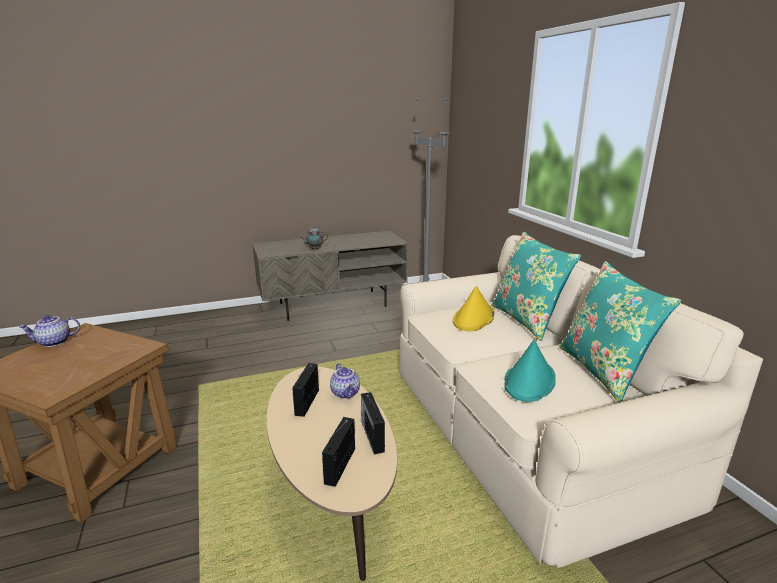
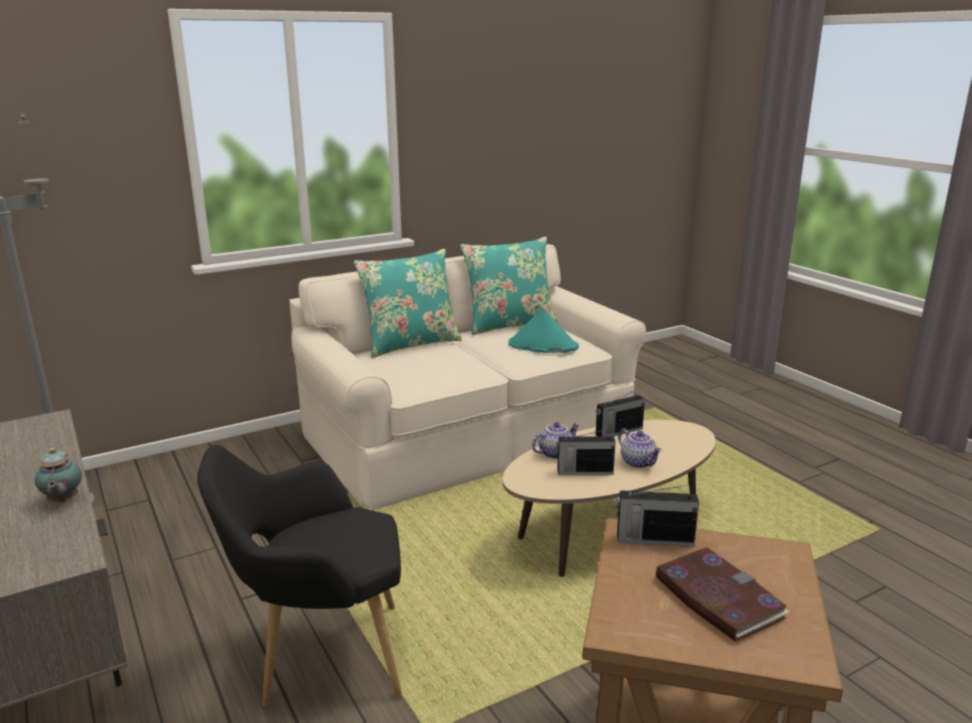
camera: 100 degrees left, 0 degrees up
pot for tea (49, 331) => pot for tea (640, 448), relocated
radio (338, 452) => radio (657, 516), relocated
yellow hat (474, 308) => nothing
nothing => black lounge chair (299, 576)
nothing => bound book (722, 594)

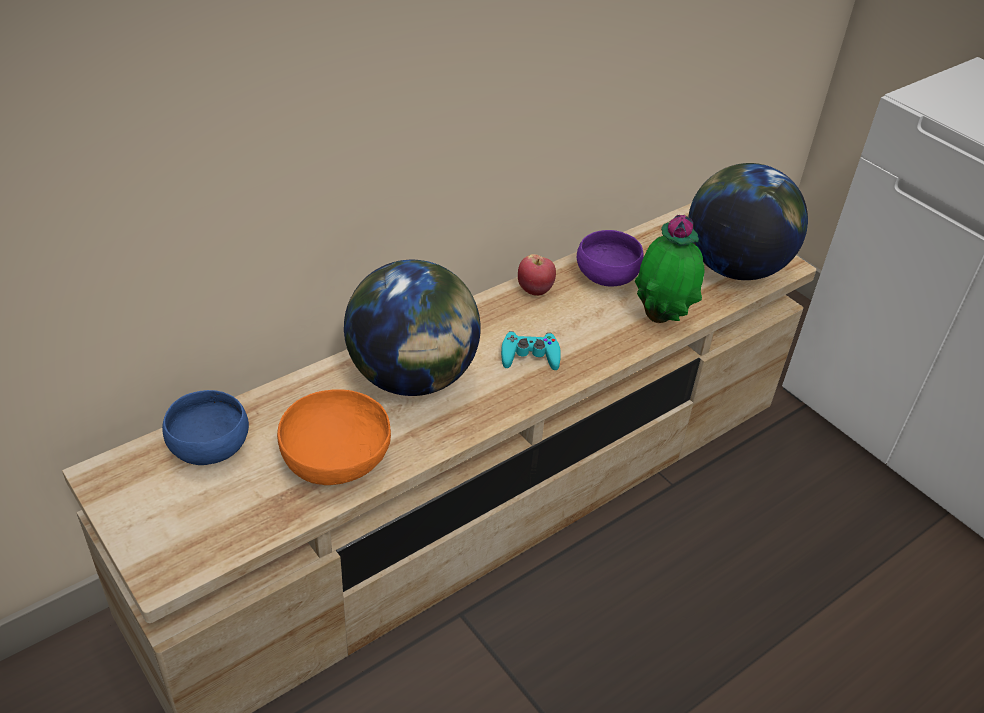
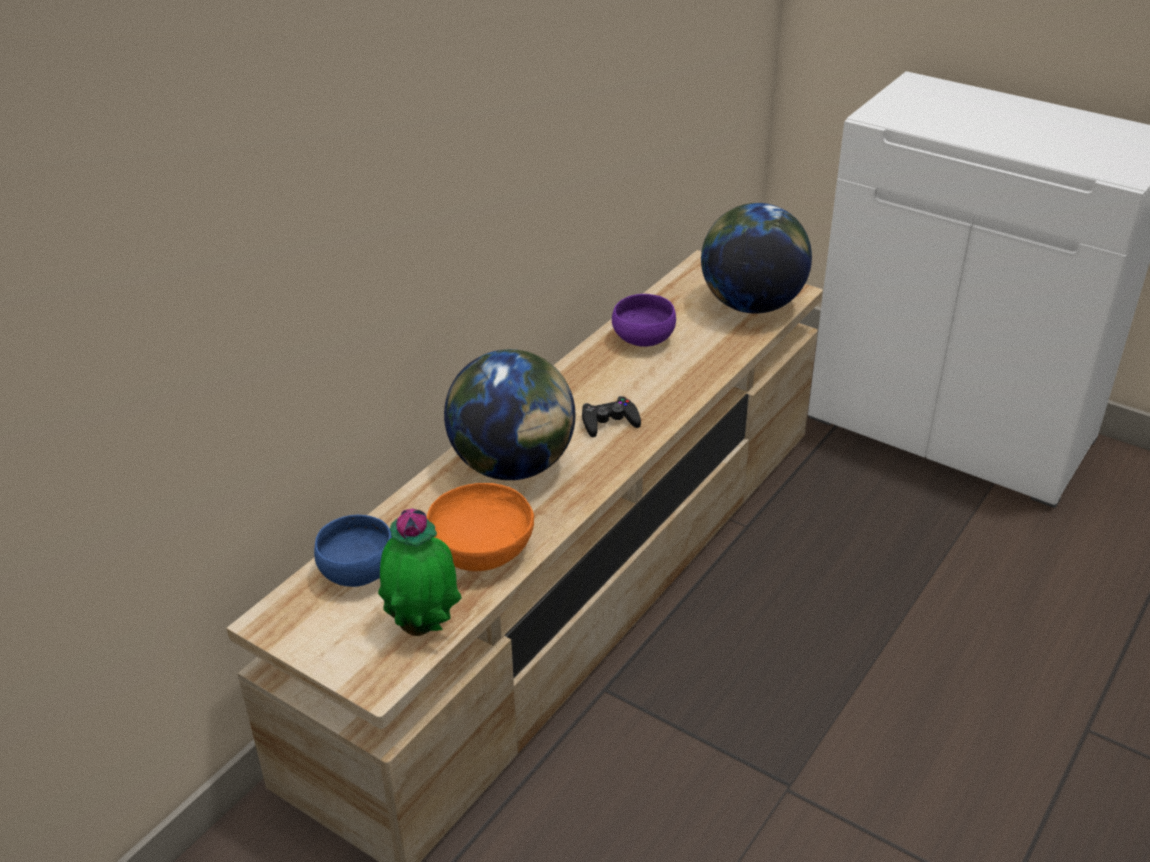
camera: 15 degrees left, 5 degrees down
turquoise gamepad (531, 350) => black gamepad (611, 416)
whole apple (537, 275) => nothing
houseplant (670, 269) => houseplant (420, 572), relocated

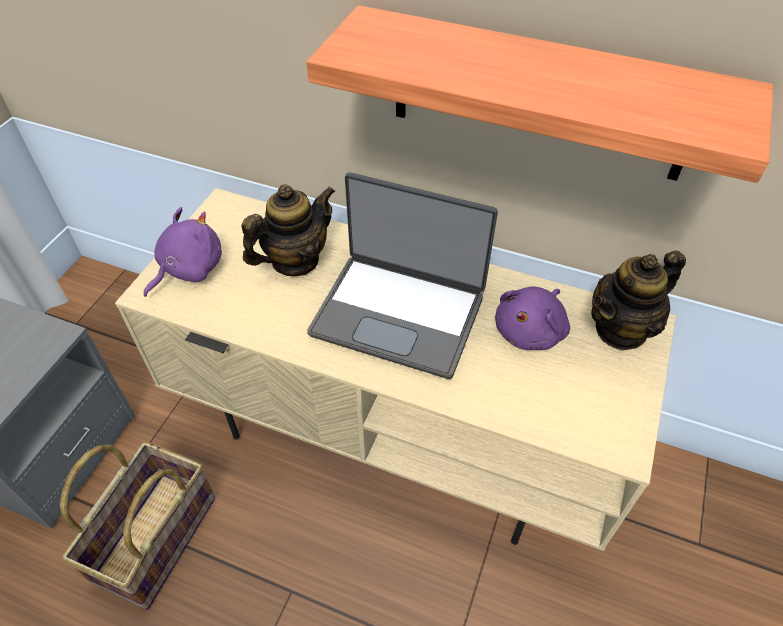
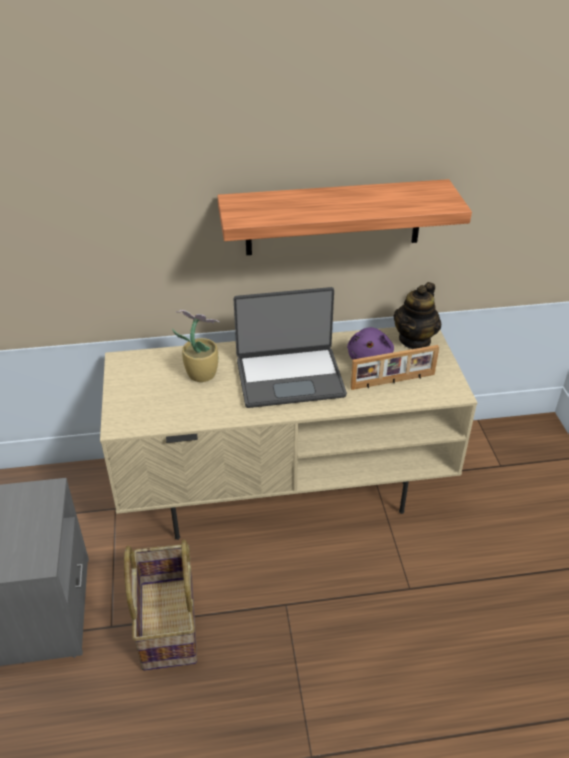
camera: 30 degrees left, 10 degrees down
purplish plush toy (183, 252) => nothing
pot for tea (288, 230) => houseplant (196, 346)
nothing => picture frame (394, 367)

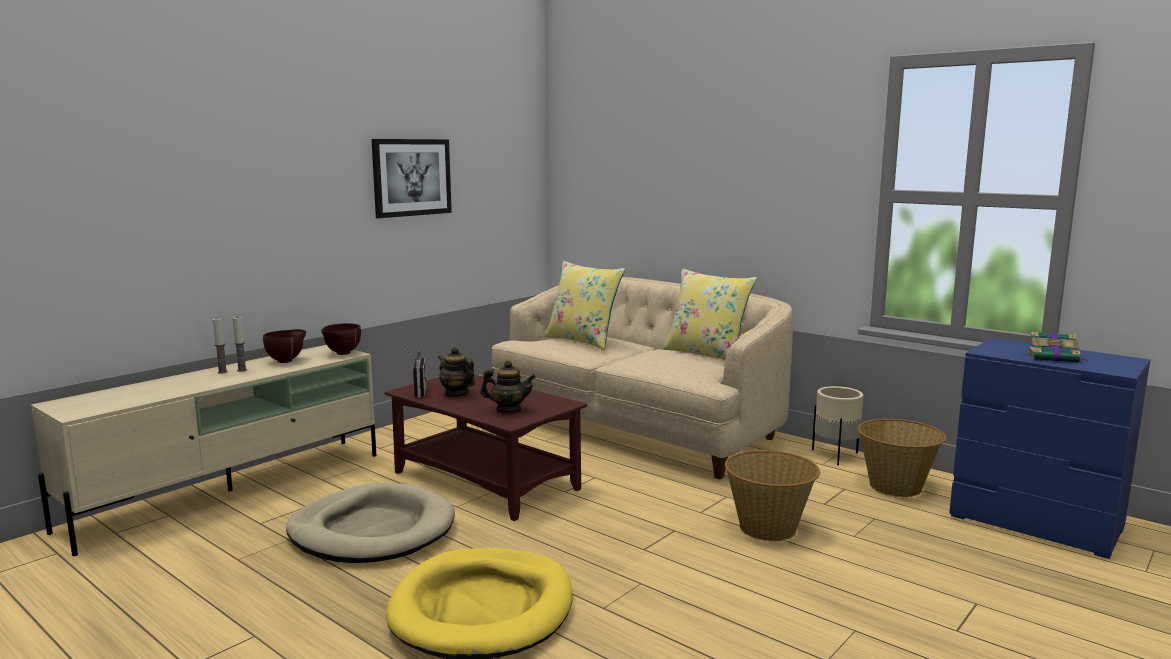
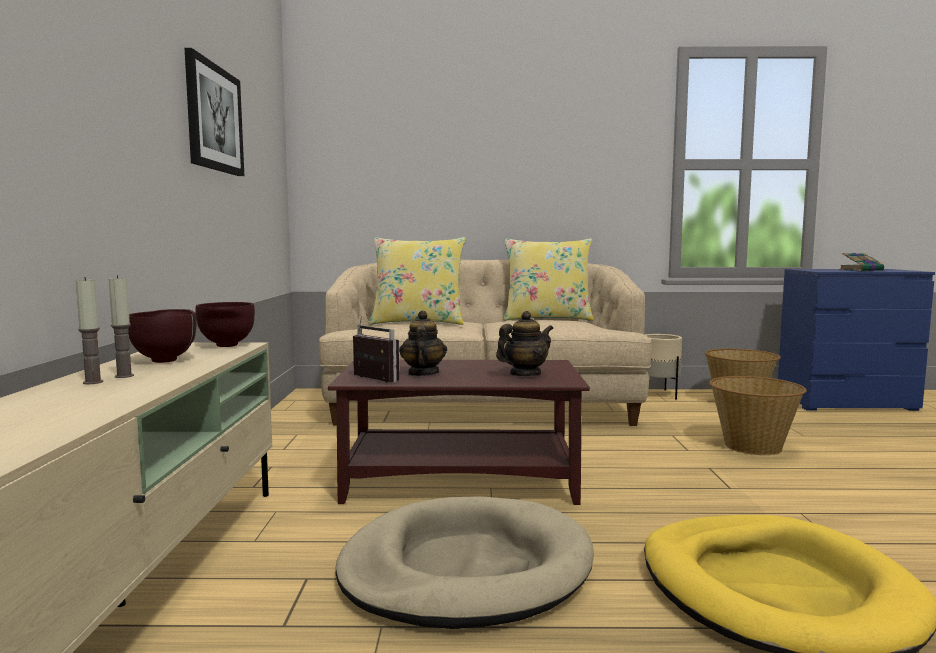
camera: 40 degrees left, 5 degrees down
pot for tea (456, 372) => pot for tea (423, 343), 90 degrees clockwise

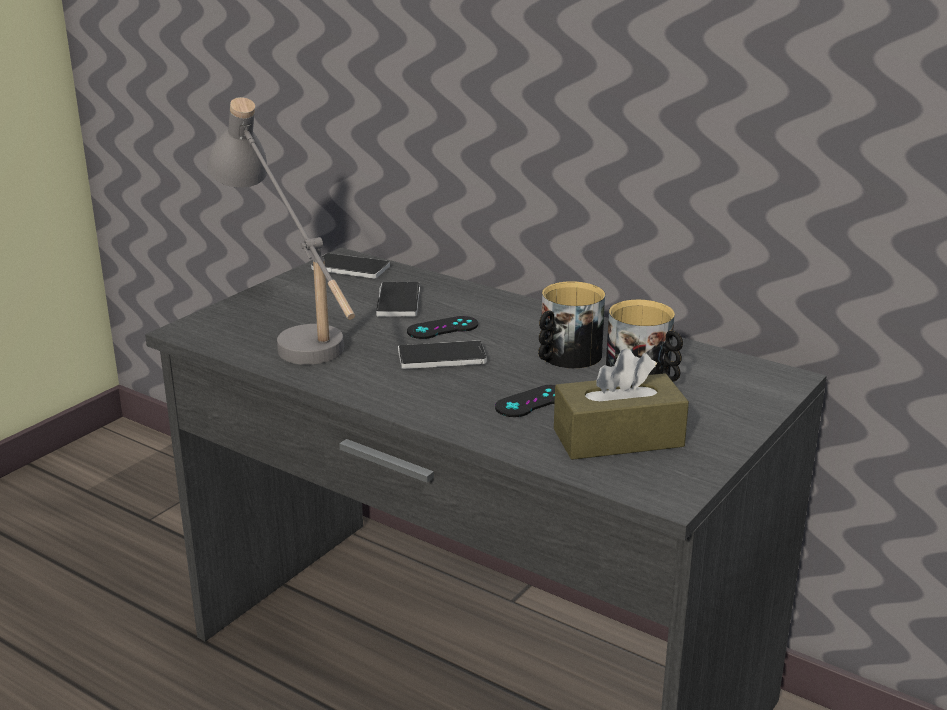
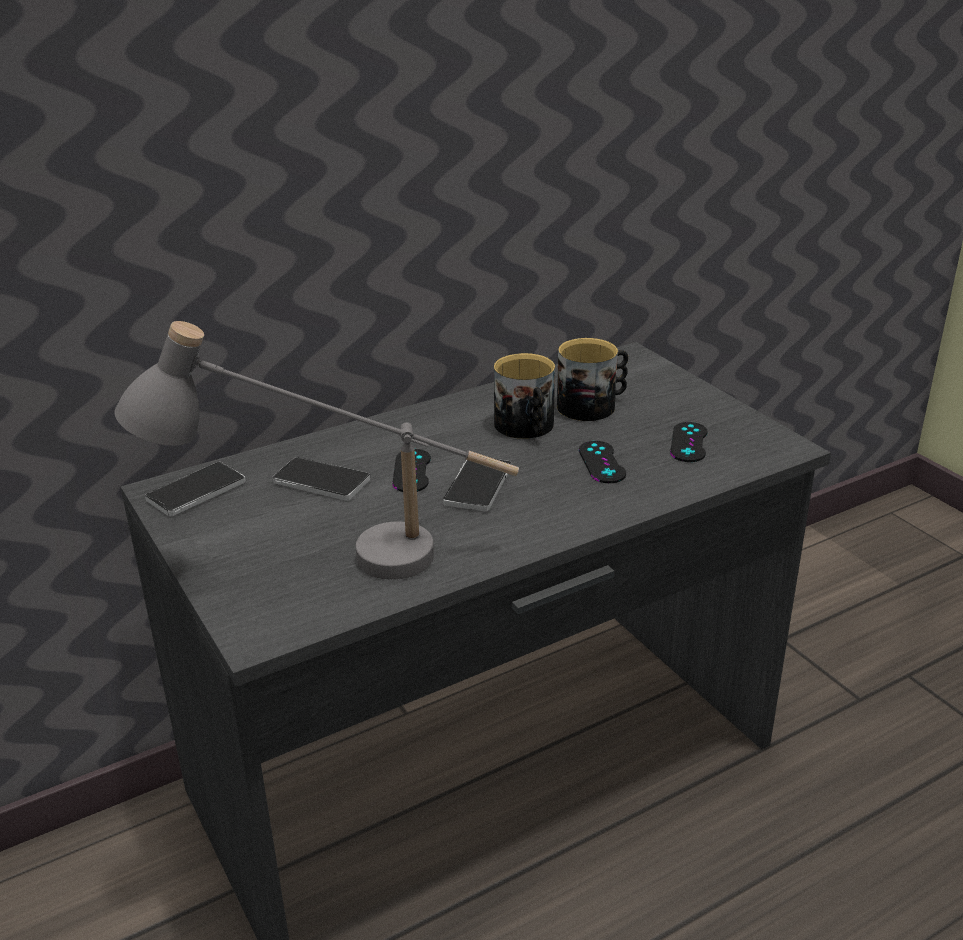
camera: 65 degrees left, 5 degrees up
brown box of tissues (621, 404) => black gamepad (689, 442)

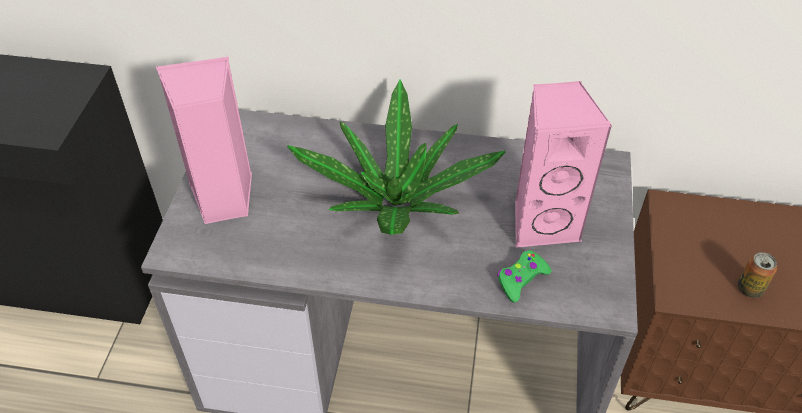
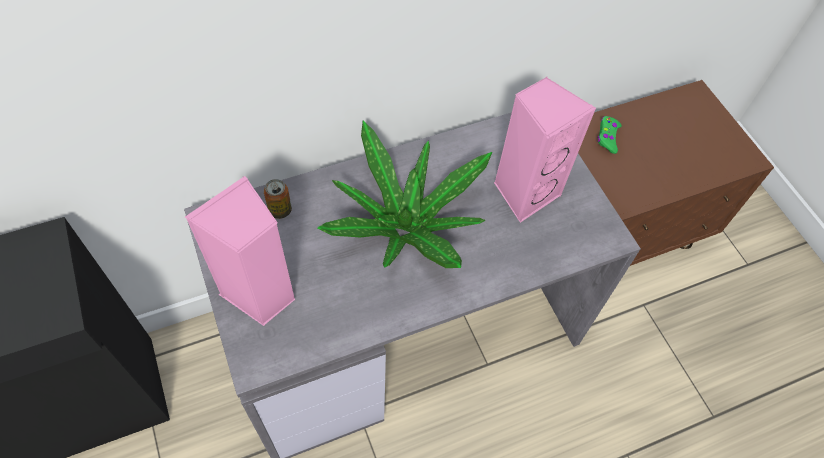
camera: 35 degrees left, 10 degrees up
green gamepad (524, 276) => green gamepad (609, 135), relocated
metal can (757, 275) => metal can (278, 199), relocated

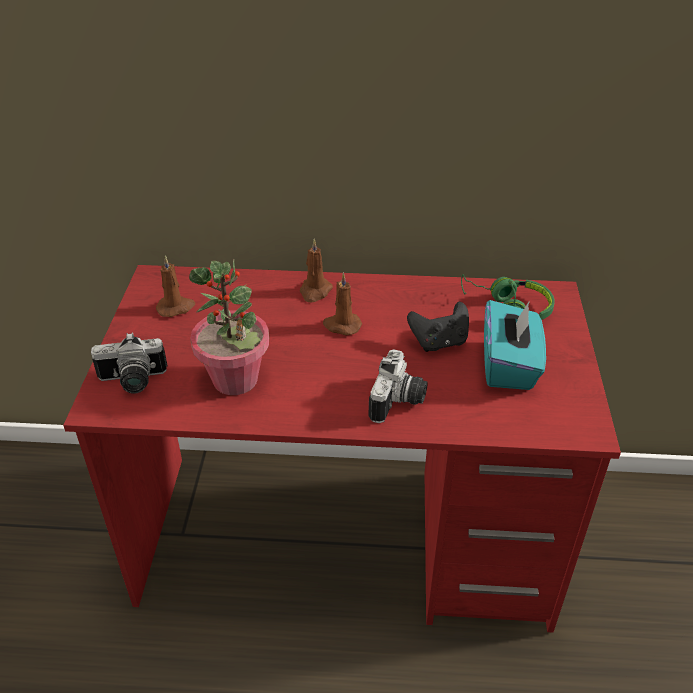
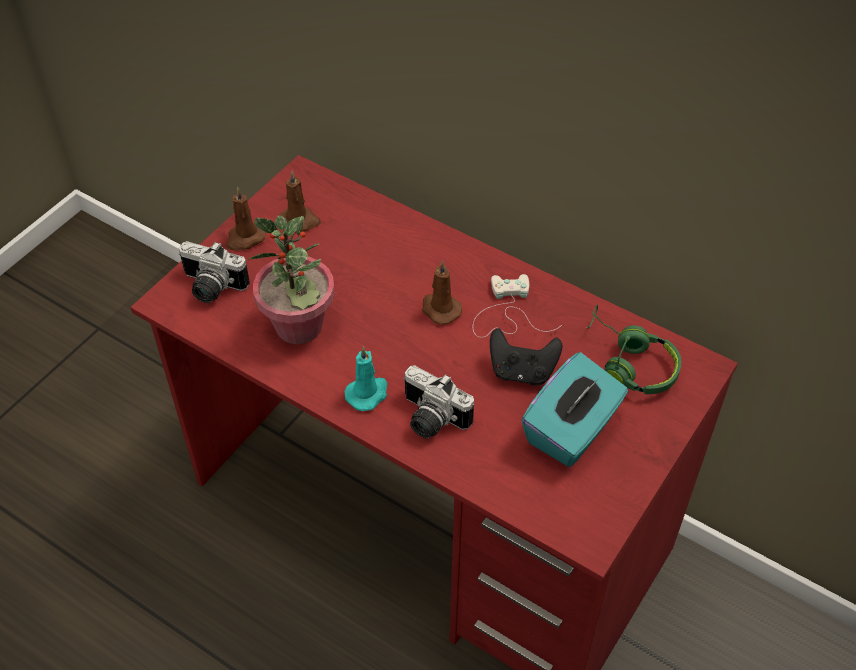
camera: 30 degrees right, 10 degrees up
brown wax light (316, 271) => brown wax light (246, 218), relocated
still camera (398, 386) => still camera (438, 402), 75 degrees clockwise
nothing => turquoise wax light (366, 378)
nothing => white gamepad (517, 306)

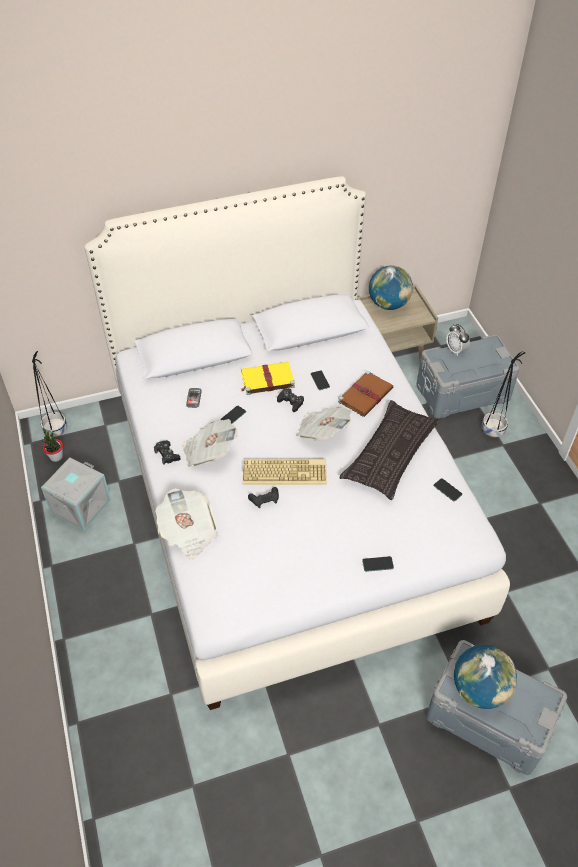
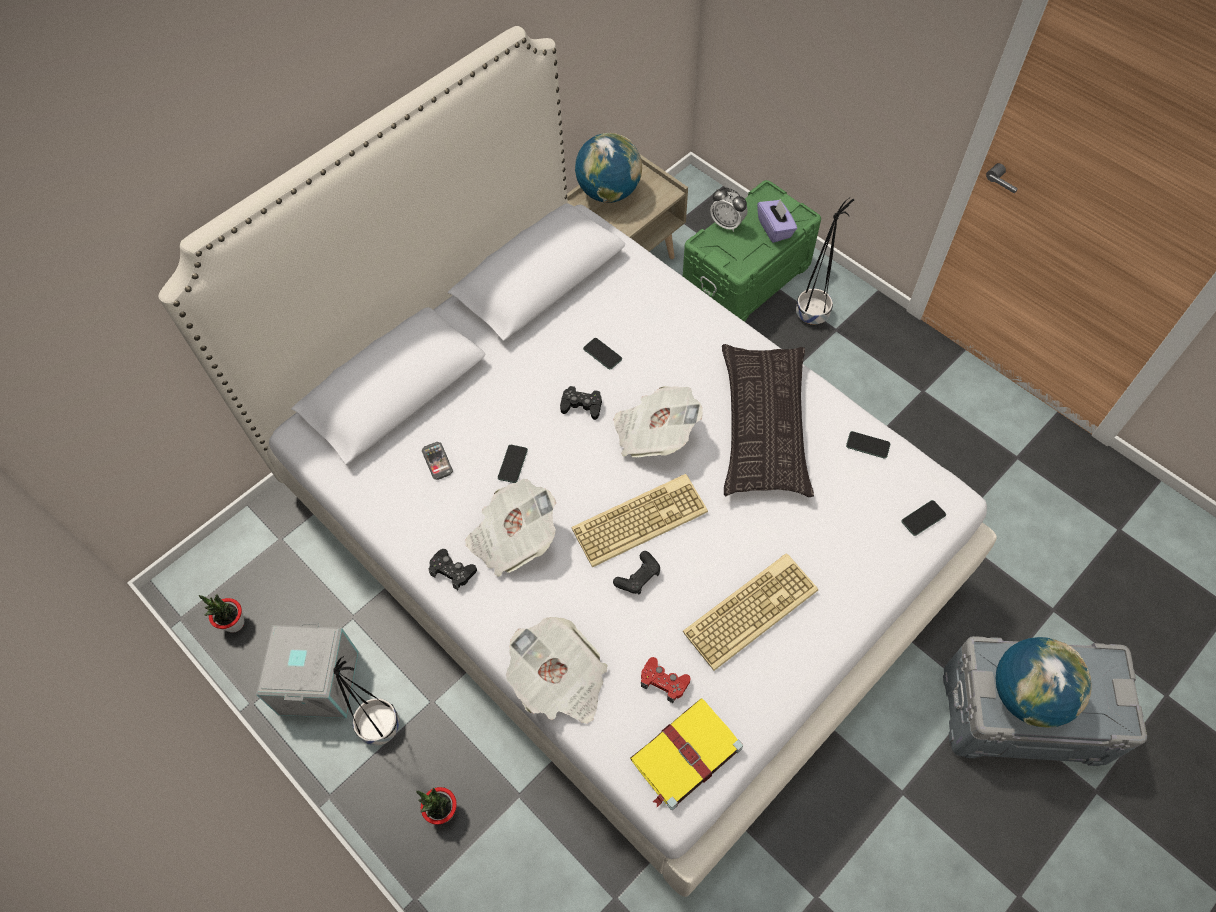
camera: 25 degrees left, 10 degrees up
black planter (49, 394) => black planter (366, 700), relocated
yellow bound book (268, 378) => yellow bound book (686, 754), relocated
brown bound book (365, 394) => nothing
telephone (378, 564) => telephone (923, 518), relocated
grey storage bin (468, 376) => green storage bin (752, 251)
nothing => houseplant (436, 806)
nothing => red-coloured gamepad (666, 680)
nothing => PC keyboard (750, 612)
nothing => purplish box of tissues (777, 221)

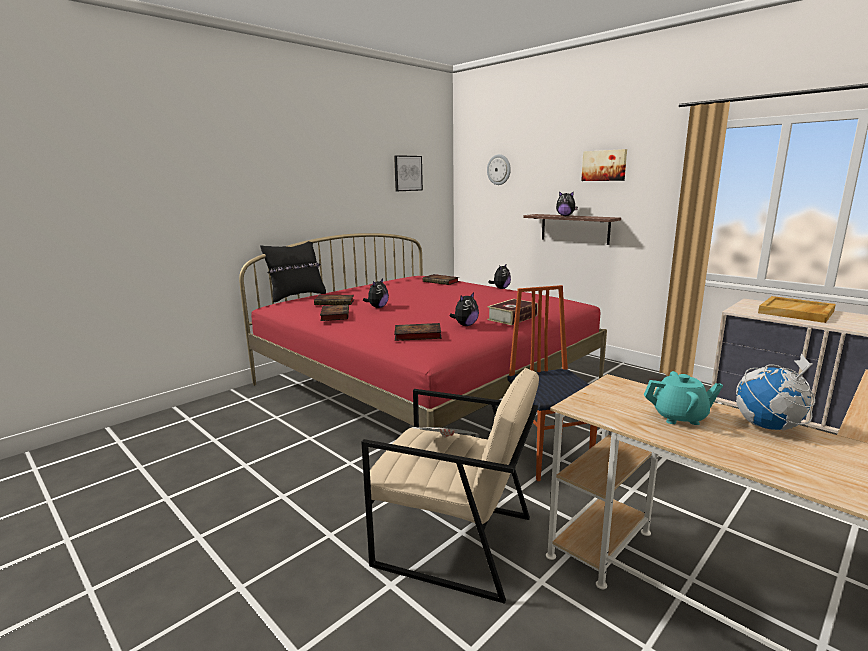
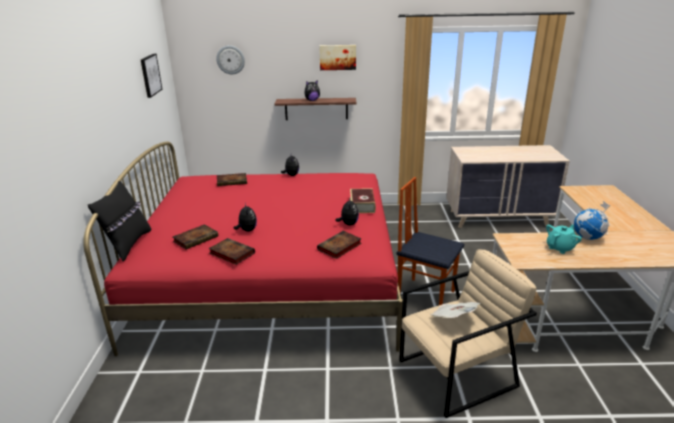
camera: 45 degrees left, 10 degrees up
sand-coloured tray (797, 309) => nothing

